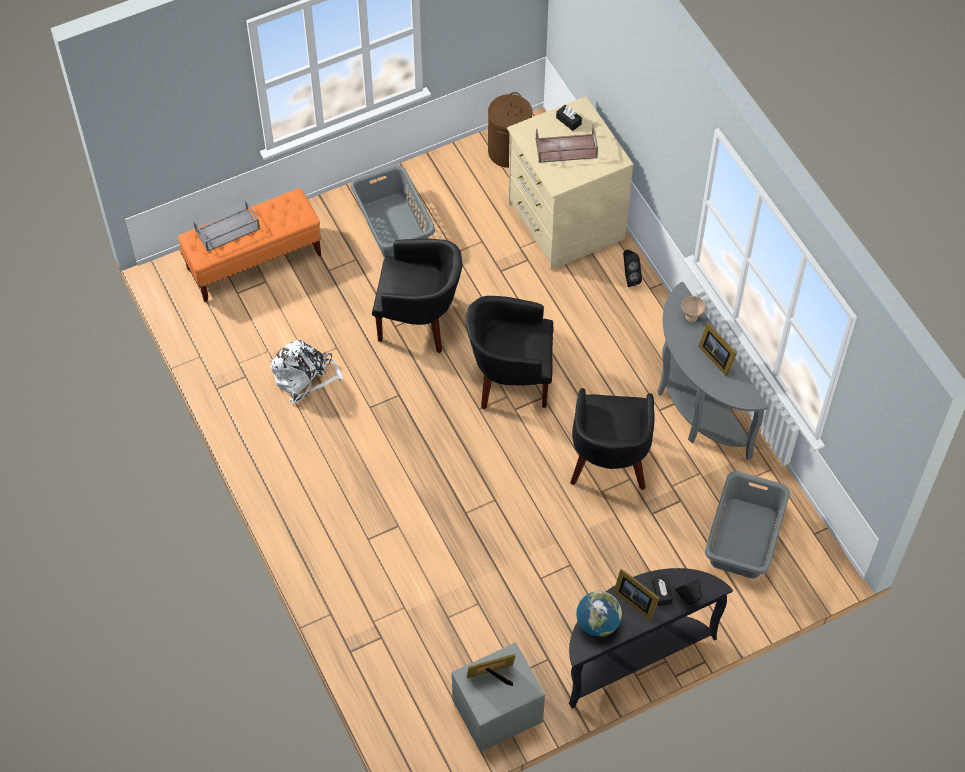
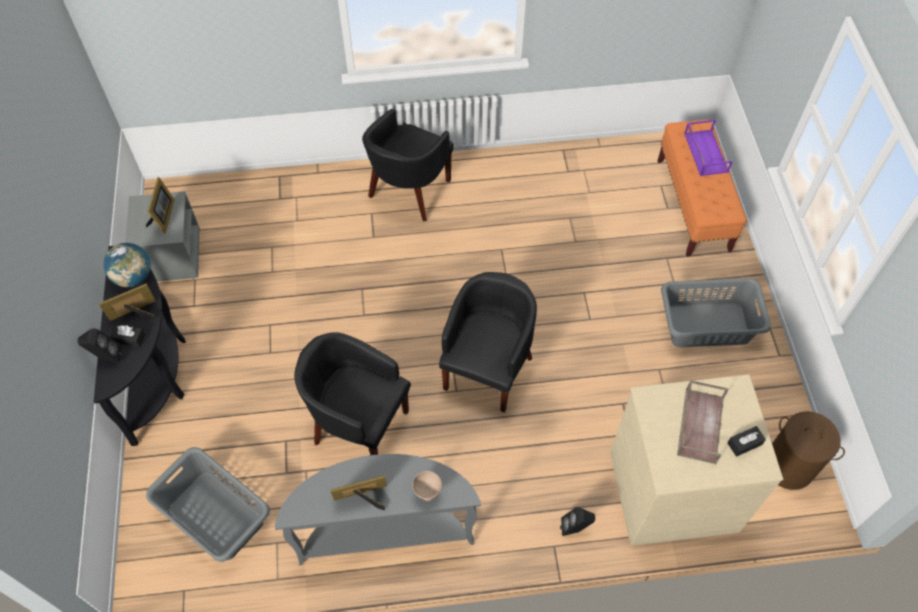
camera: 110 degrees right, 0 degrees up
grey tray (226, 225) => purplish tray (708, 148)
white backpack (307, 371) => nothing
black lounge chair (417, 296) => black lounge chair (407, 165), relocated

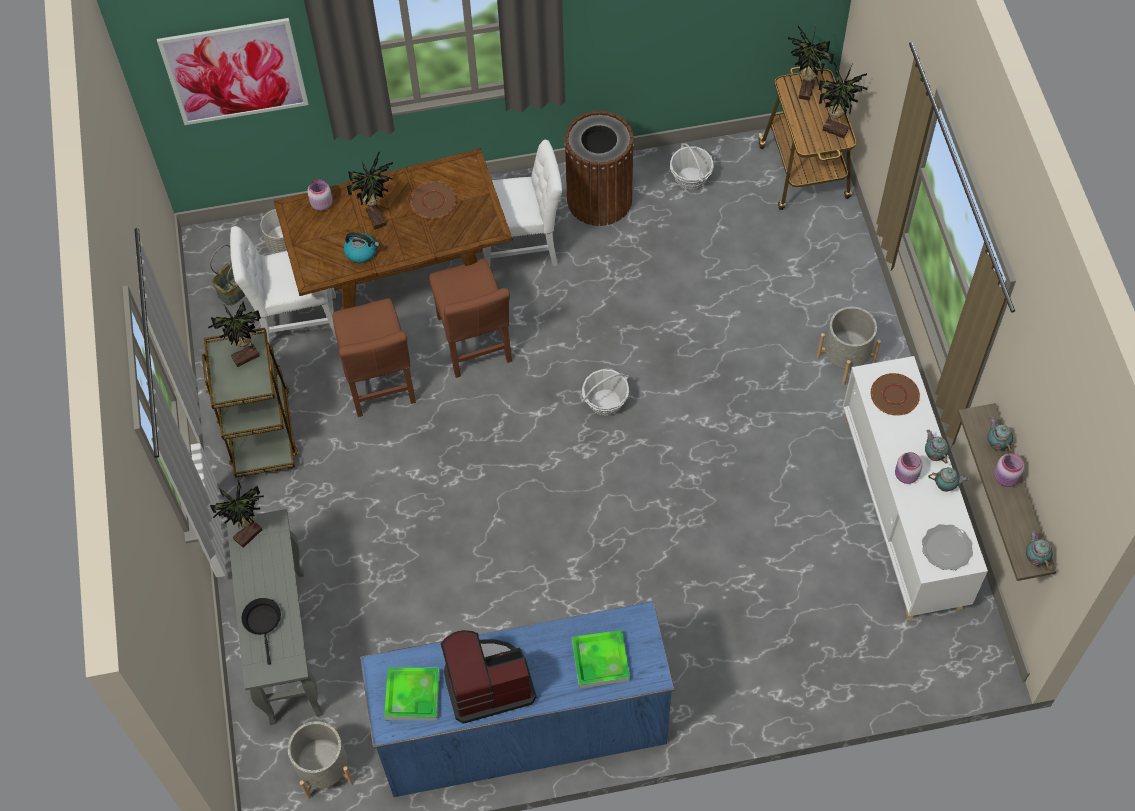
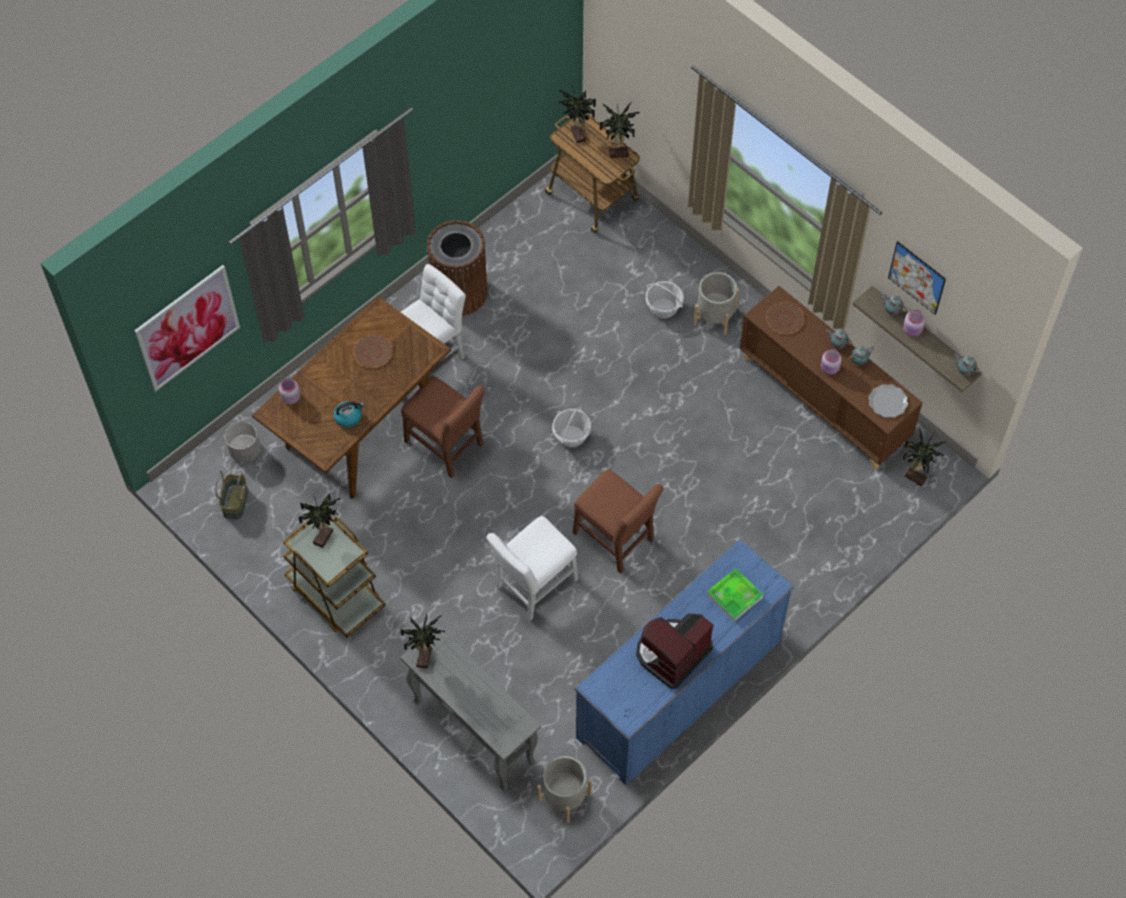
camera: 35 degrees left, 0 degrees up
white upright chair (283, 285) => white upright chair (532, 568), relocated
black skillet (261, 631) => nothing
brown upright chair (374, 357) => brown upright chair (618, 521), relocated
houseplant (370, 190) => houseplant (924, 457), relocated
tray (412, 694) => nothing
storage basket (692, 166) => storage basket (664, 300), relocated
white cabinet (915, 487) => brown cabinet (831, 377)
nothing => wall art (917, 278)

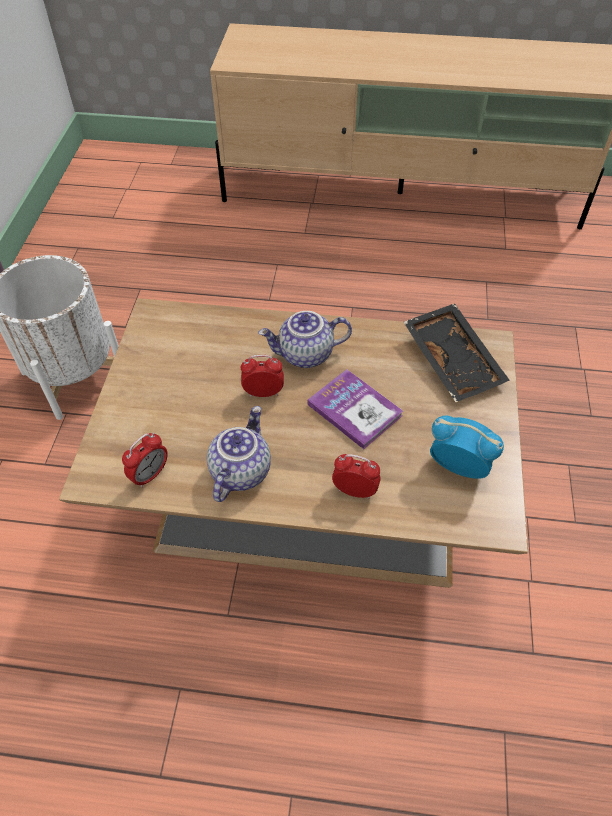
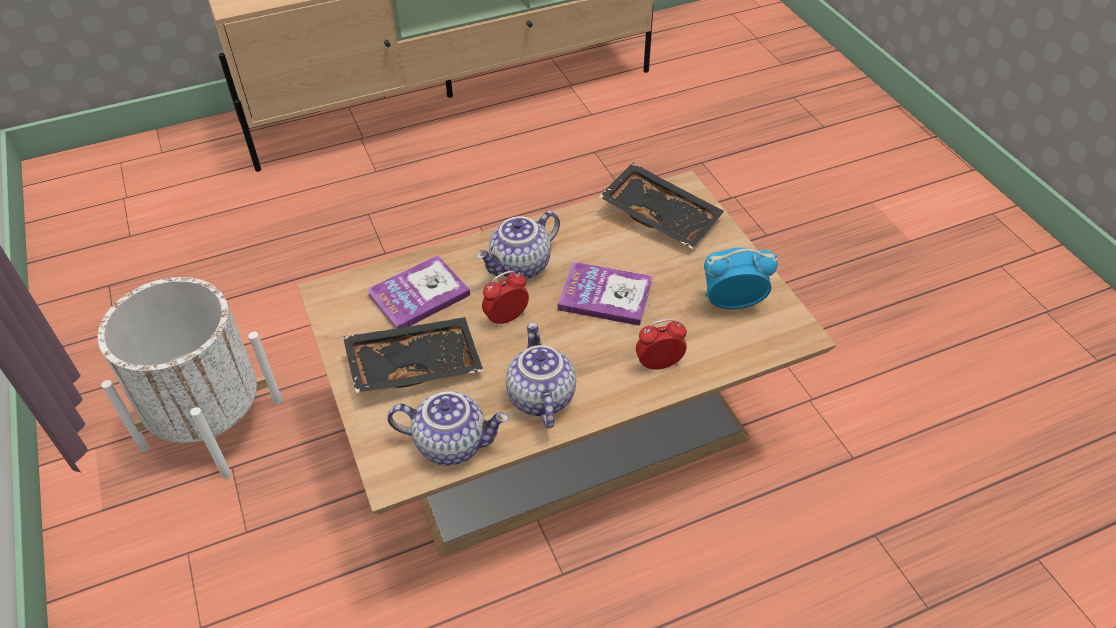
camera: 30 degrees left, 5 degrees down
alarm clock (145, 460) => pot for tea (448, 428)
nothing => black tray (413, 355)
nothing => bound book (418, 292)

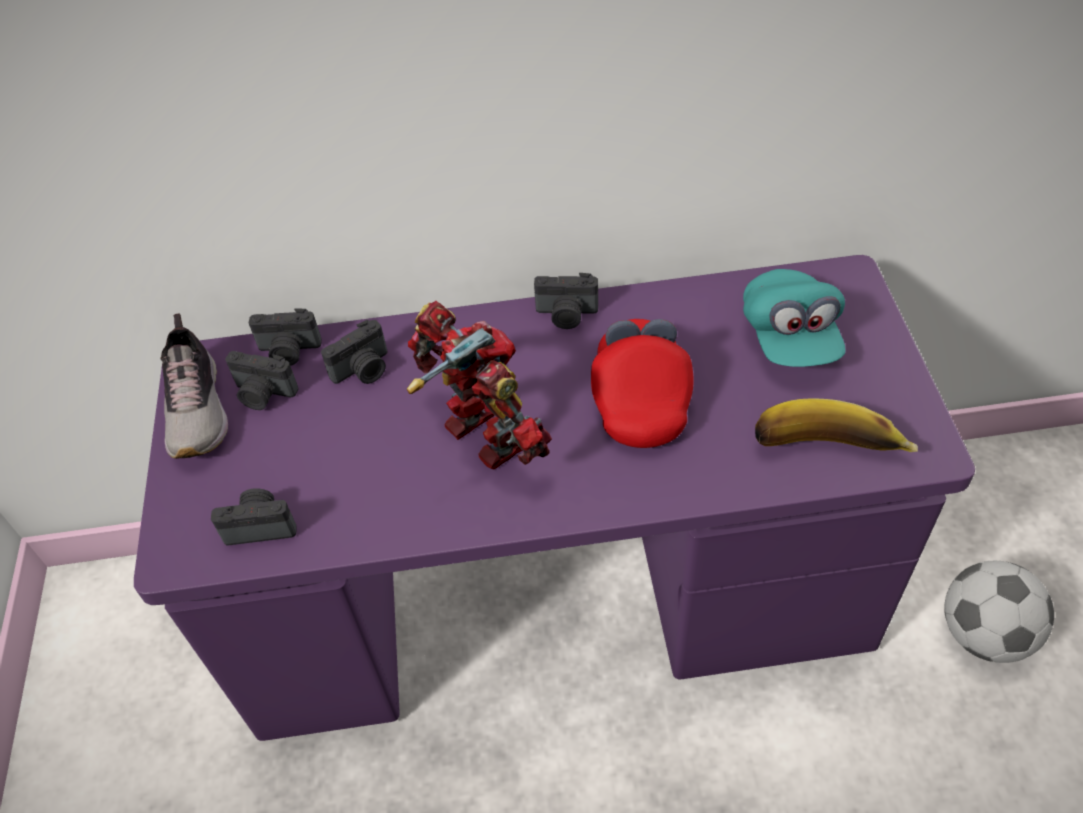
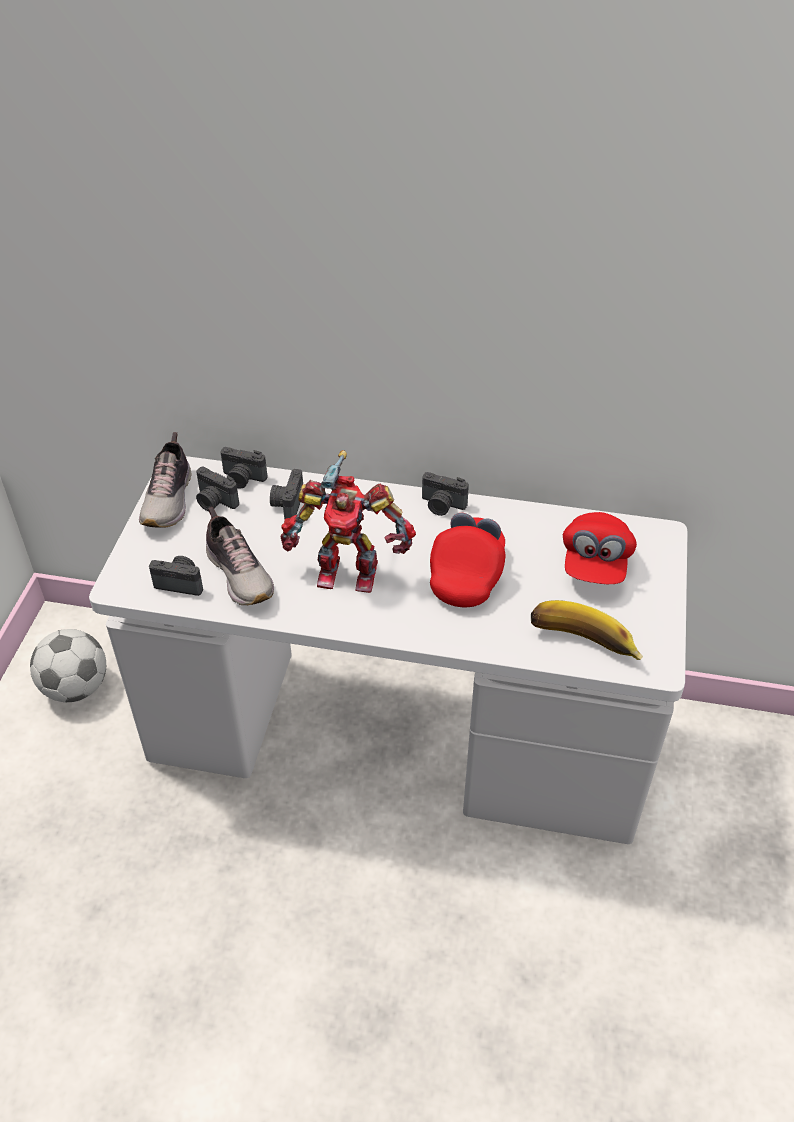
camera: 15 degrees right, 5 degrees down
purplish desk (554, 498) => white desk (388, 650)
still camera (354, 352) => still camera (286, 494), 120 degrees clockwise
robot figure (479, 385) => robot figure (348, 521), 120 degrees clockwise
turquoise baseball cap (794, 318) => red-coloured baseball cap (600, 548)
football (999, 612) => football (68, 665), relocated
nothing => shoe (240, 556)

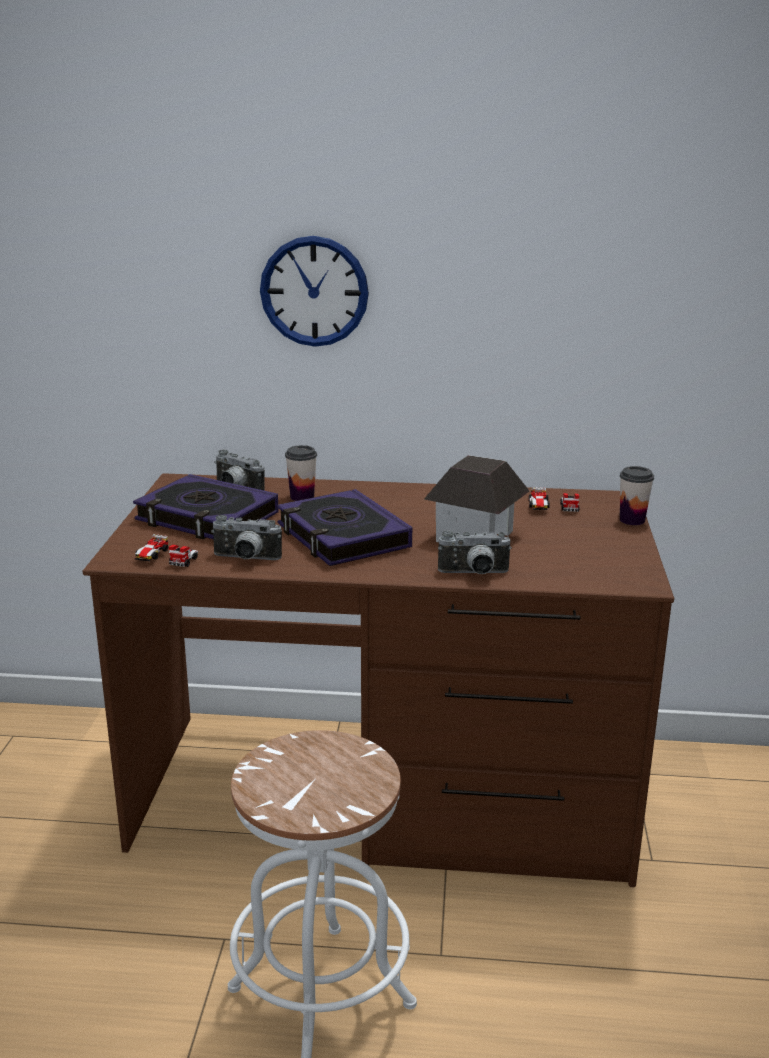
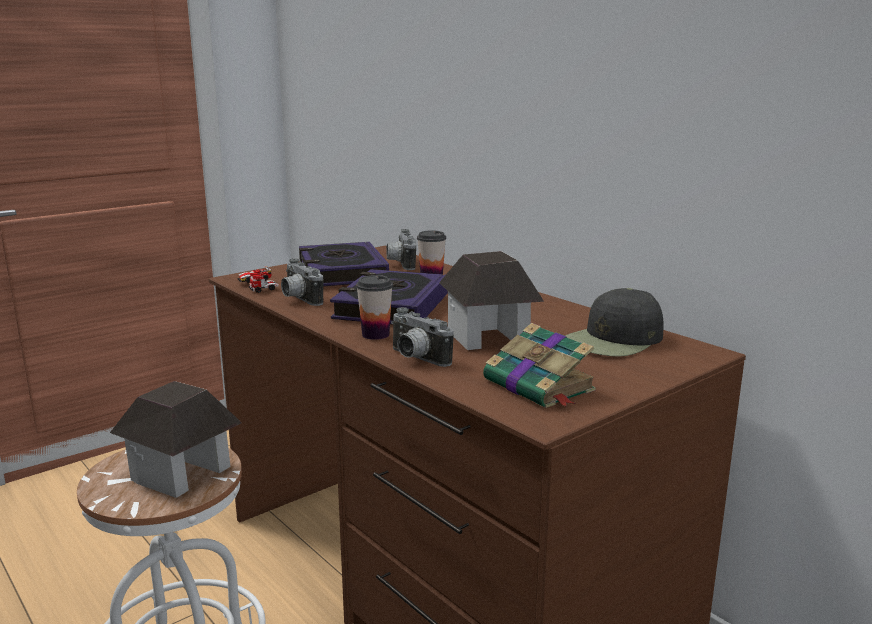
camera: 45 degrees right, 5 degrees down
hanging clock (314, 291) => nothing
miniature car (554, 499) => black baseball cap (614, 322)
drinking cup (637, 495) => drinking cup (374, 307), relocated
nothing => miniature house (176, 439)
nothing => bound book (539, 365)

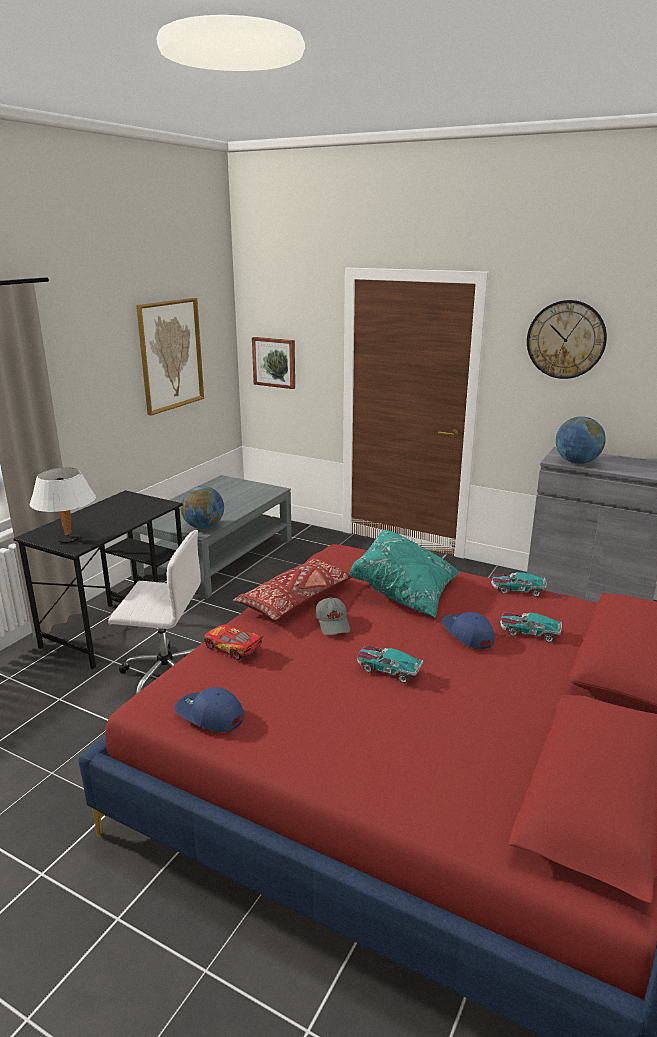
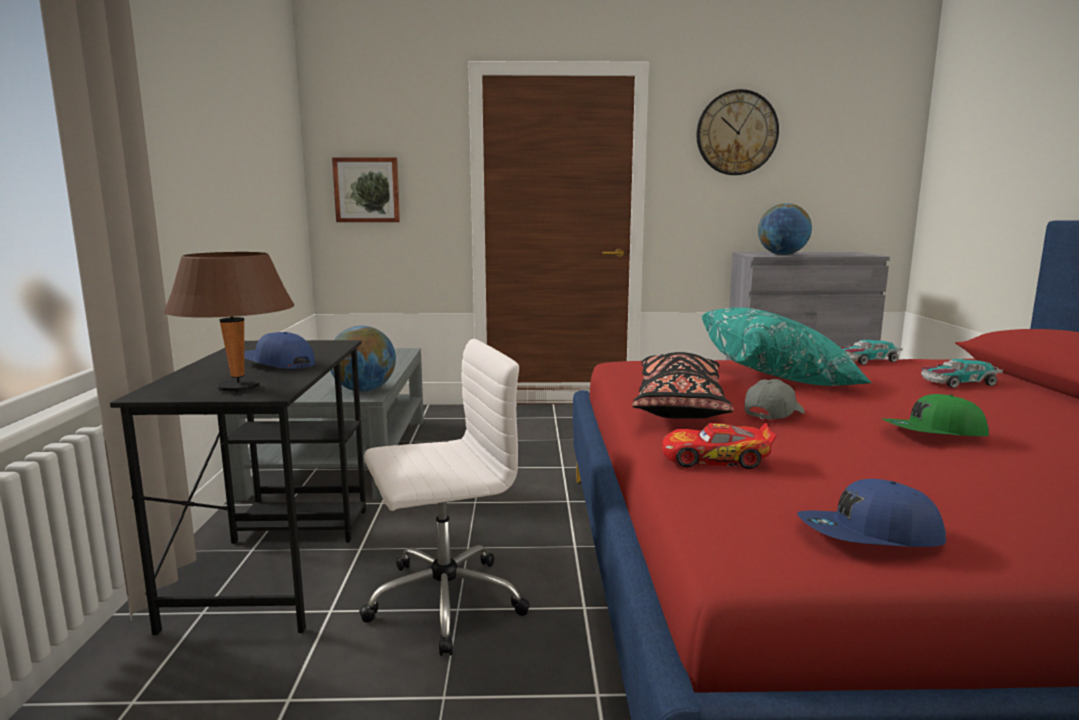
camera: 30 degrees left, 10 degrees down
white lamp for a table (63, 505) => brown lamp for a table (229, 322)
wall art (170, 357) => nothing
red-coloured throw pillow (292, 589) => black throw pillow (683, 385)
grey baseball cap (332, 616) => grey baseball cap (774, 399), 90 degrees counterclockwise
miniature car (390, 664) => green baseball cap (935, 415)
bluish baseball cap (468, 630) => bluish baseball cap (279, 350), relocated

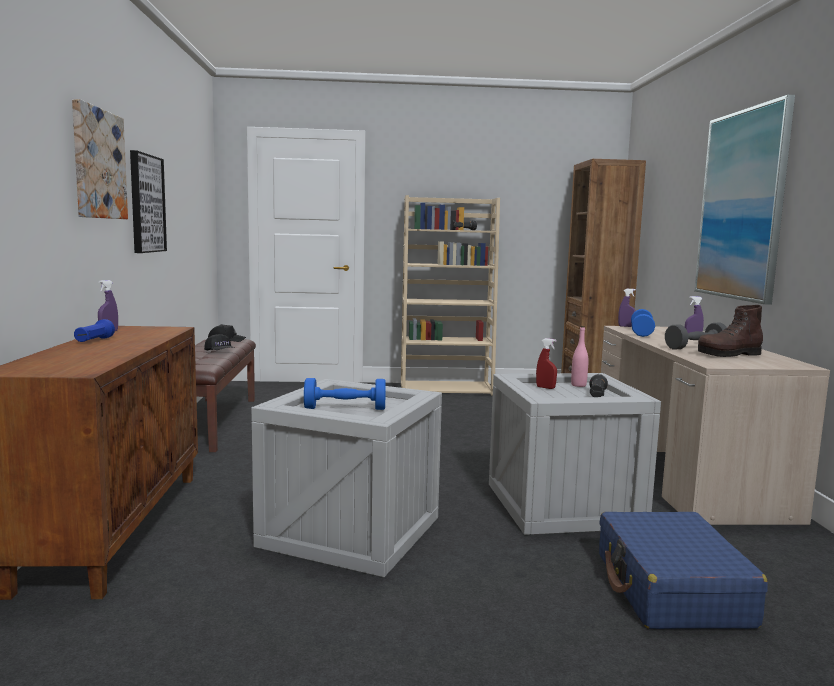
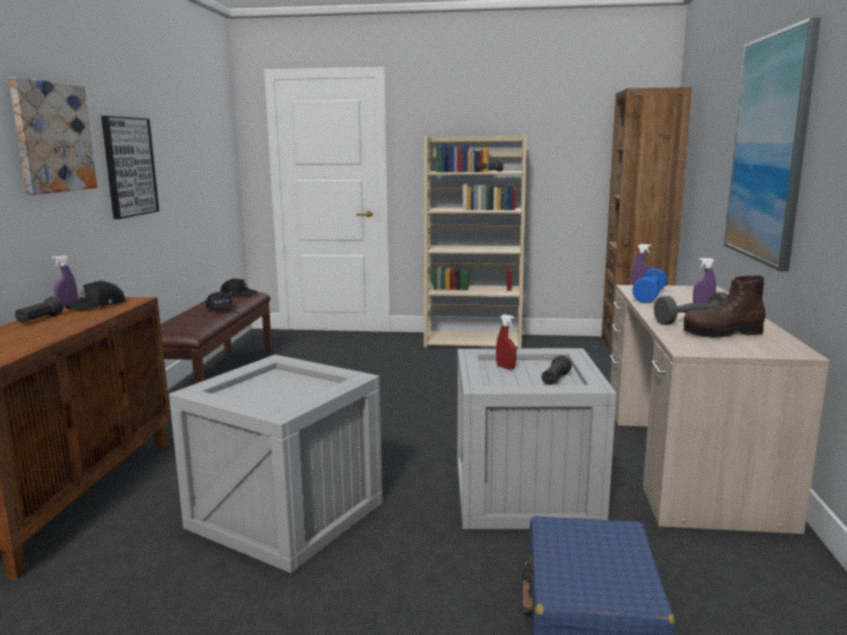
camera: 10 degrees right, 5 degrees up
bluish torch (94, 330) => black torch (39, 310)
bluish hand weight (345, 394) => nothing
pink-coloured bottle (580, 356) => nothing
nothing => black baseball cap (95, 296)

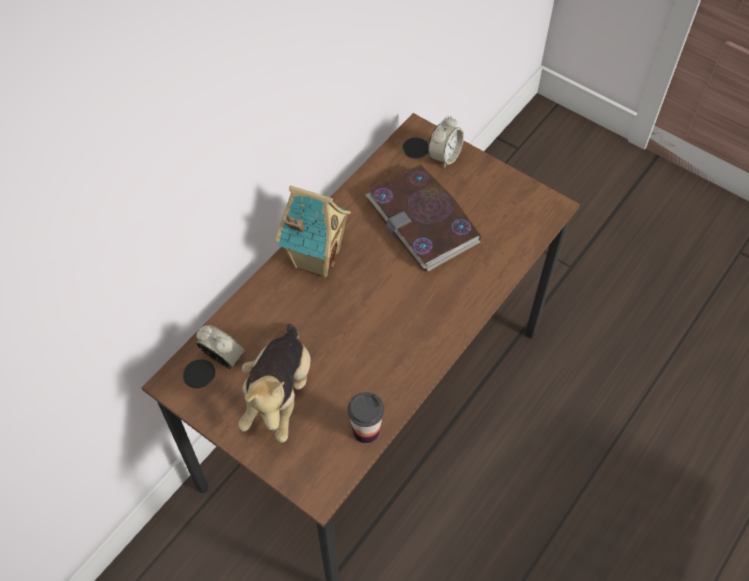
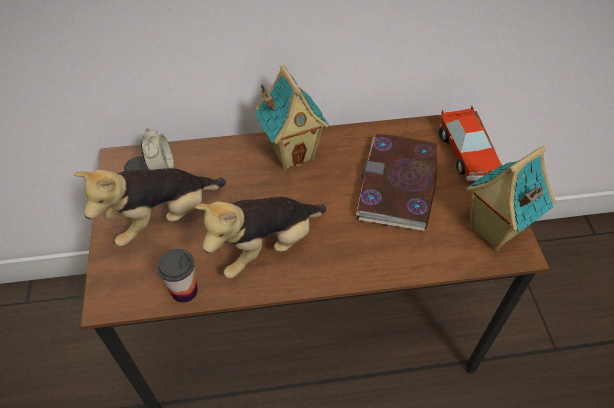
camera: 45 degrees right, 5 degrees down
alarm clock (446, 142) => miniature car (471, 143)
nothing => plush toy (260, 237)
nothing => miniature house (511, 198)

